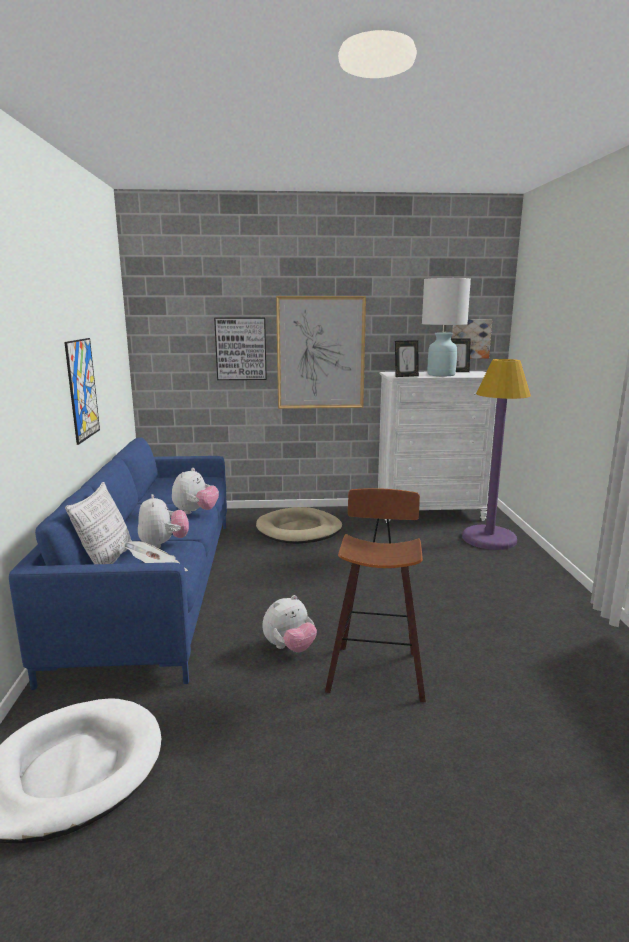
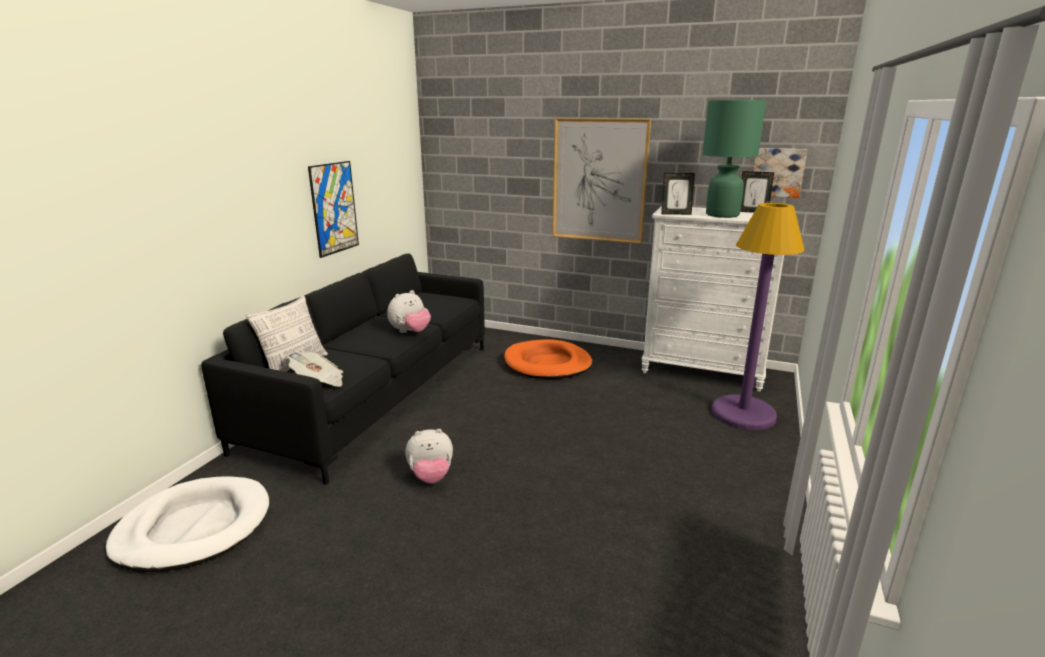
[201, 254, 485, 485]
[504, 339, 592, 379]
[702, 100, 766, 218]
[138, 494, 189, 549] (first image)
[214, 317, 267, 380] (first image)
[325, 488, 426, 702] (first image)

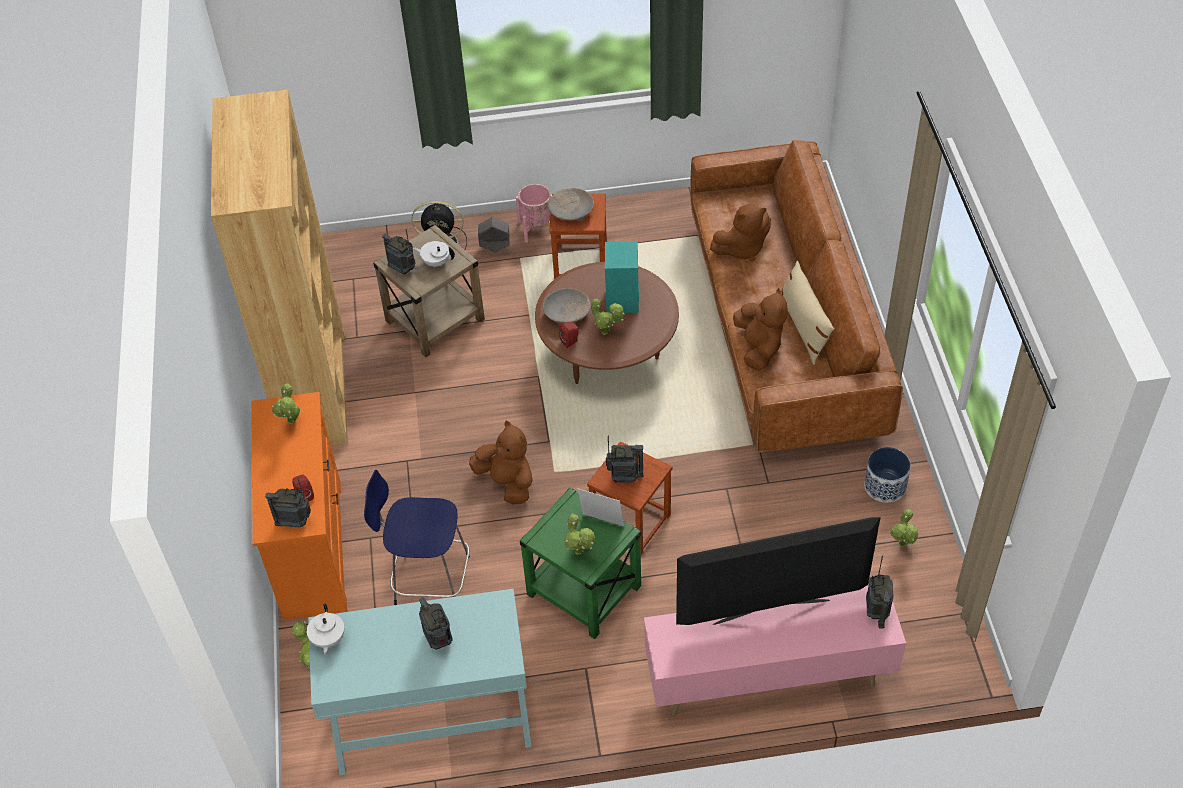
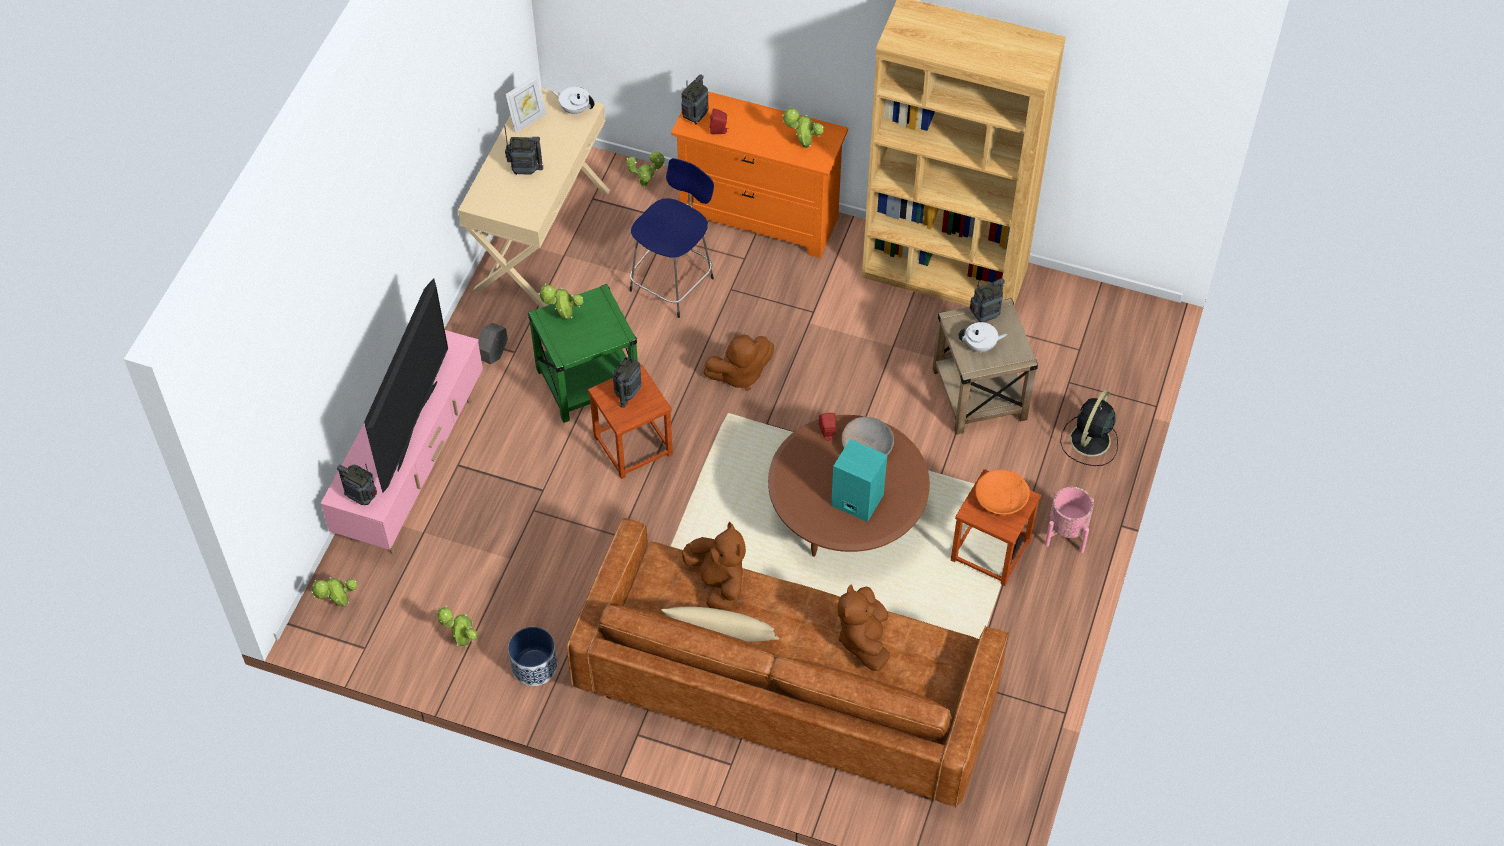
[311, 577, 358, 606]
[458, 88, 610, 308]
[478, 323, 508, 364]
[505, 74, 547, 133]
[682, 522, 746, 611]
[959, 322, 1008, 353]
[975, 469, 1030, 517]

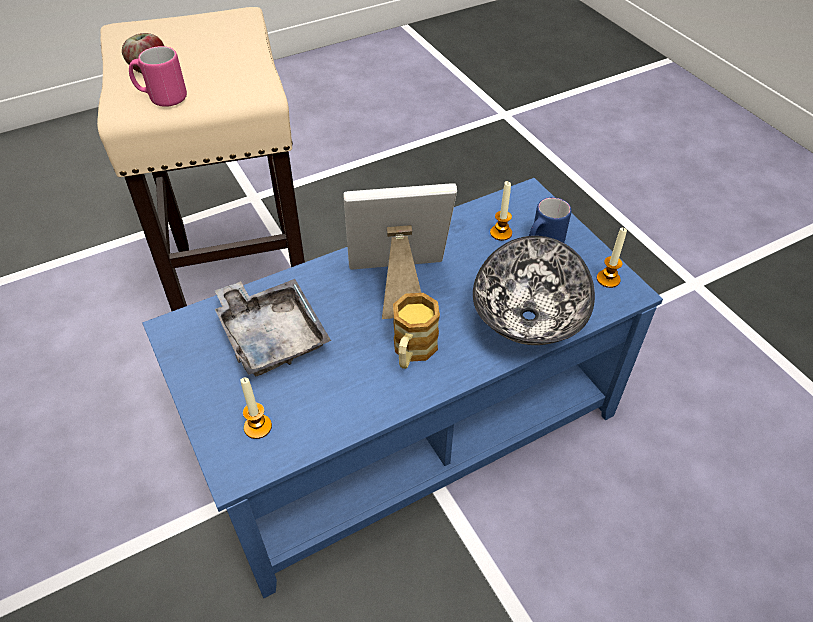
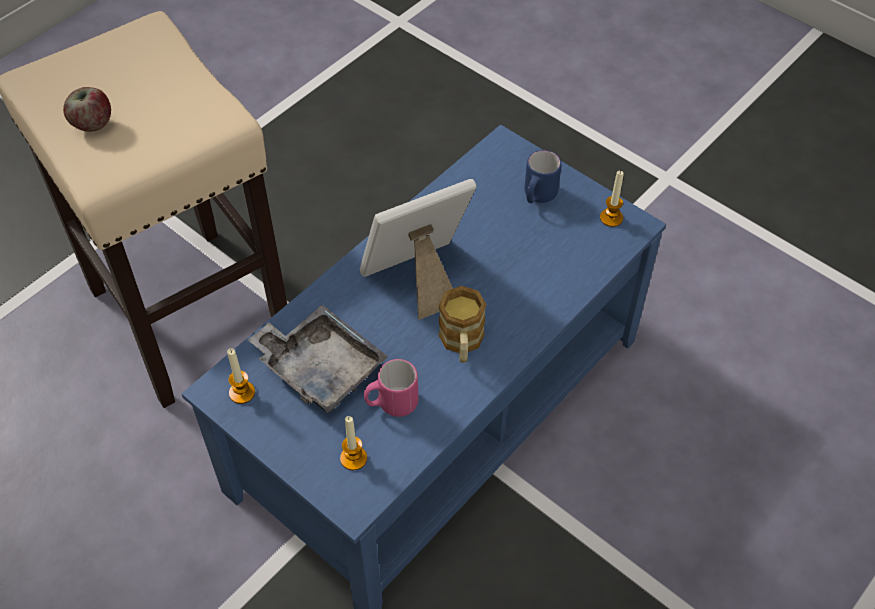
[227, 348, 255, 404]
[364, 359, 419, 417]
[473, 236, 595, 345] (first image)

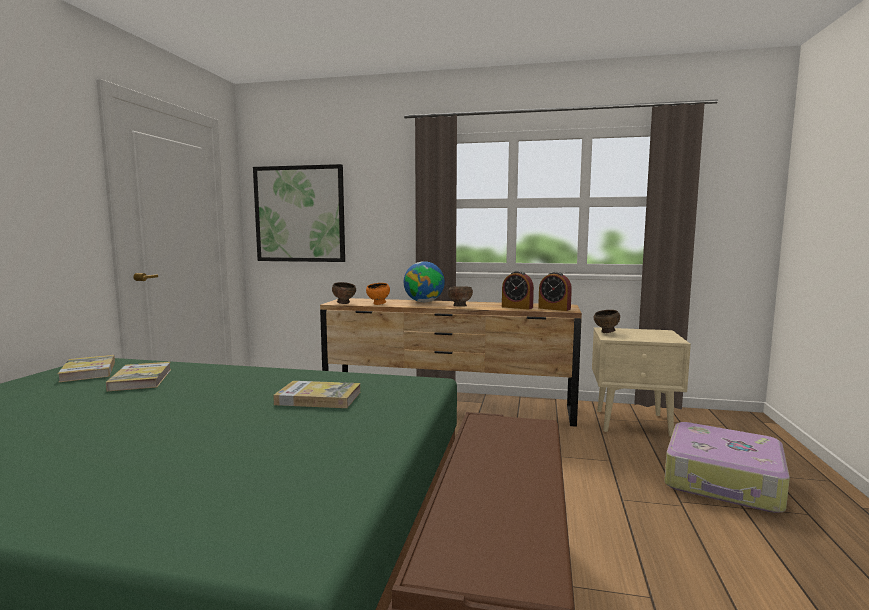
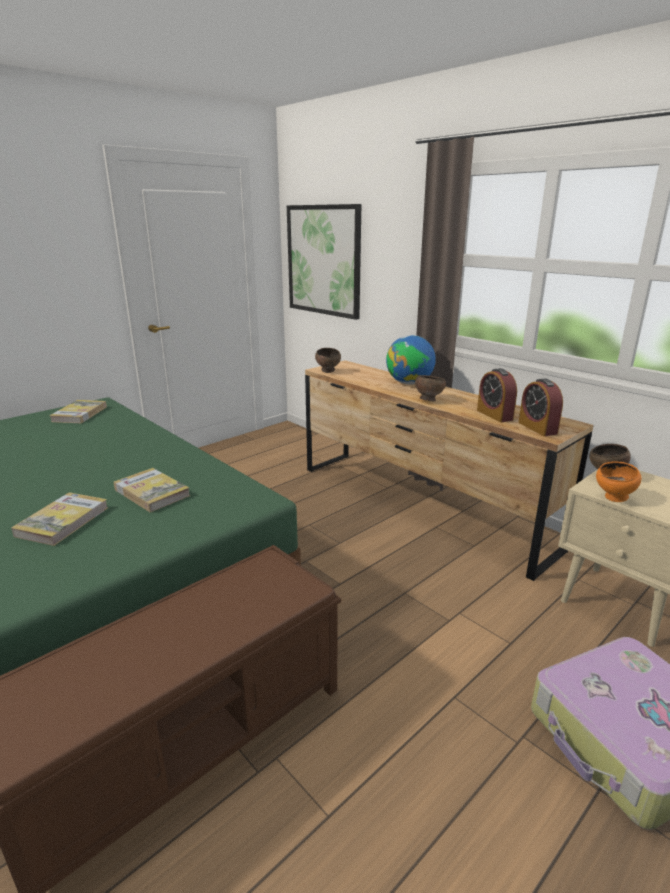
[11, 492, 108, 546]
[596, 461, 641, 502]

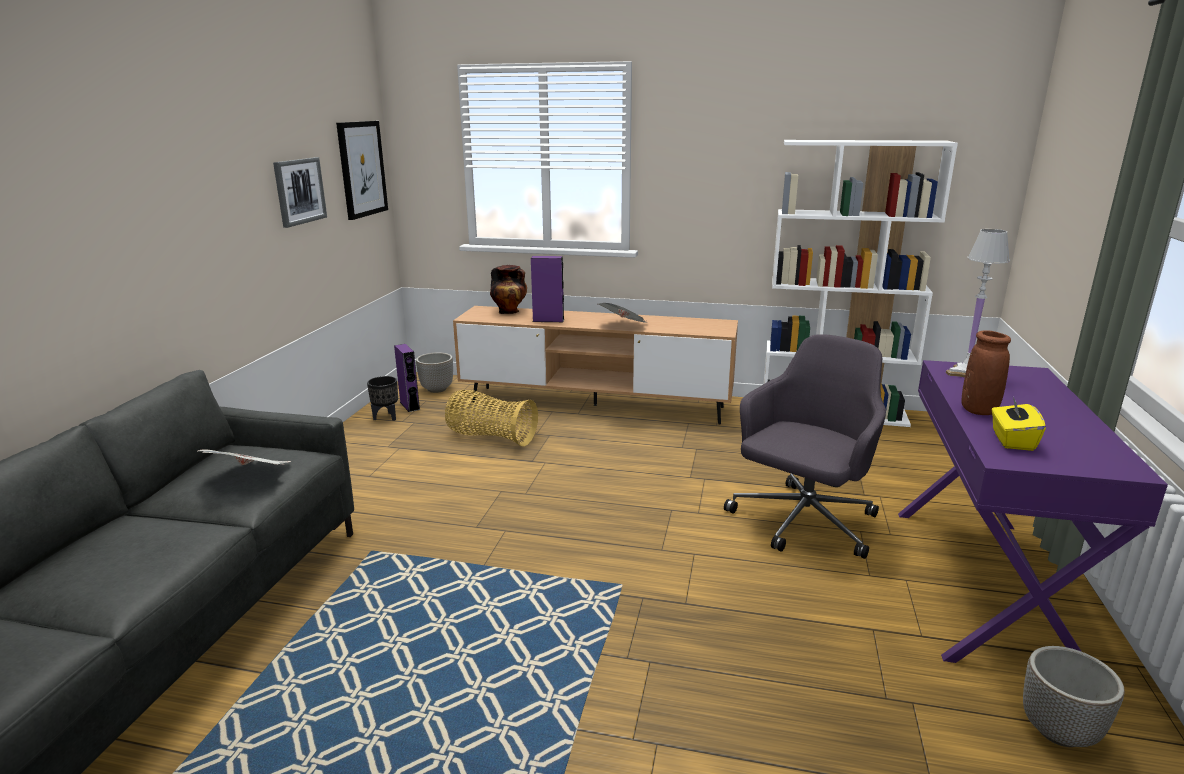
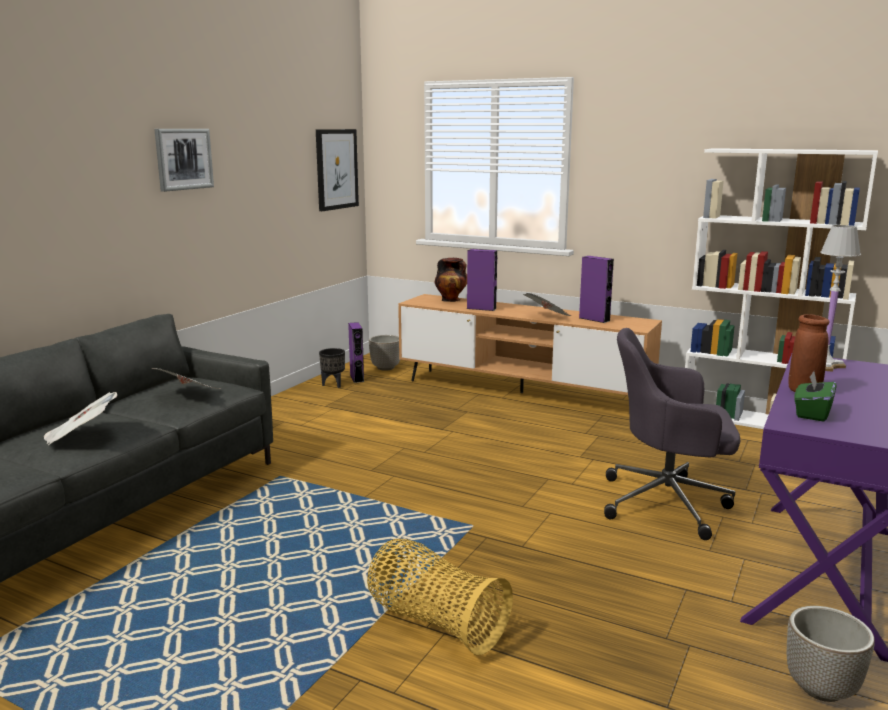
[43, 392, 117, 445]
[155, 129, 214, 192]
[367, 539, 513, 655]
[579, 256, 614, 323]
[604, 328, 741, 540]
[794, 371, 837, 422]

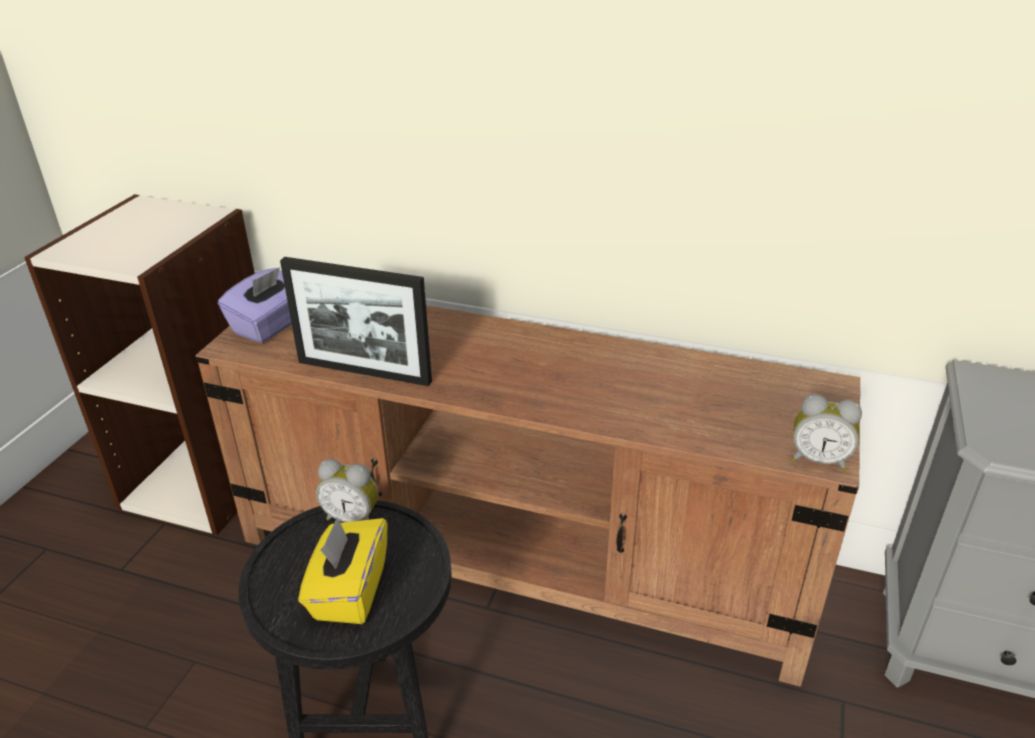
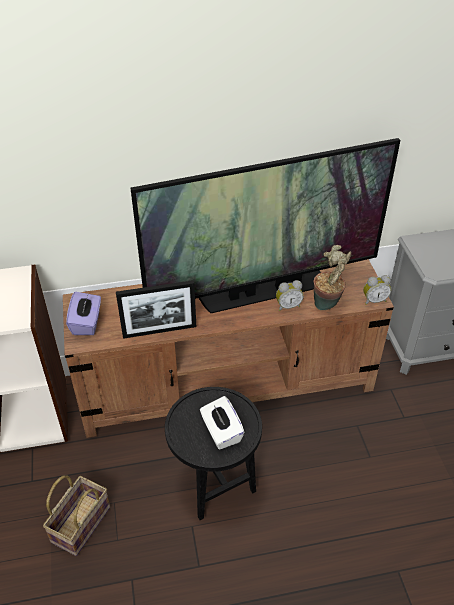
[43, 475, 110, 556]
[130, 138, 400, 313]
[200, 396, 244, 449]
[276, 280, 304, 311]
[314, 245, 351, 310]

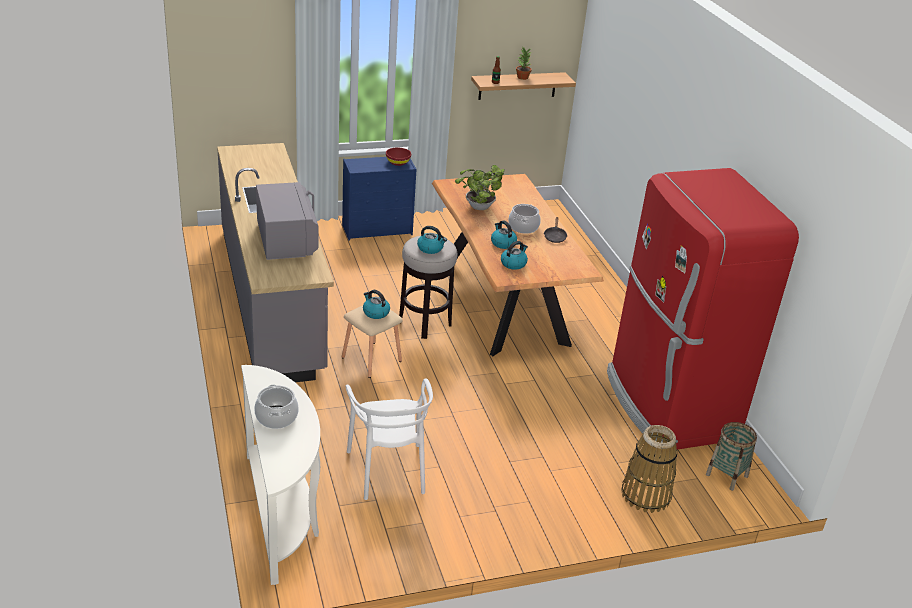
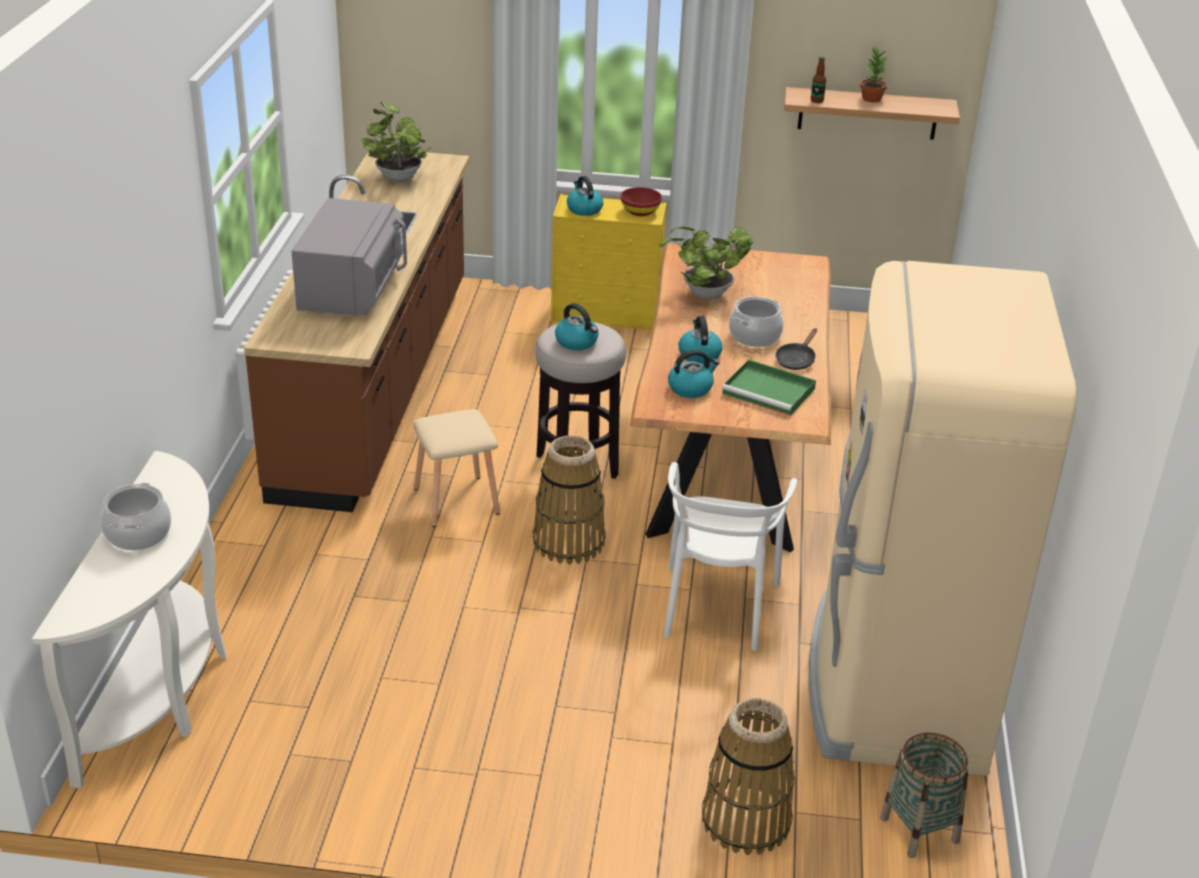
[244, 151, 469, 512]
[362, 102, 431, 182]
[533, 435, 606, 564]
[551, 194, 666, 330]
[567, 176, 603, 216]
[664, 462, 797, 651]
[722, 360, 816, 416]
[808, 261, 1077, 776]

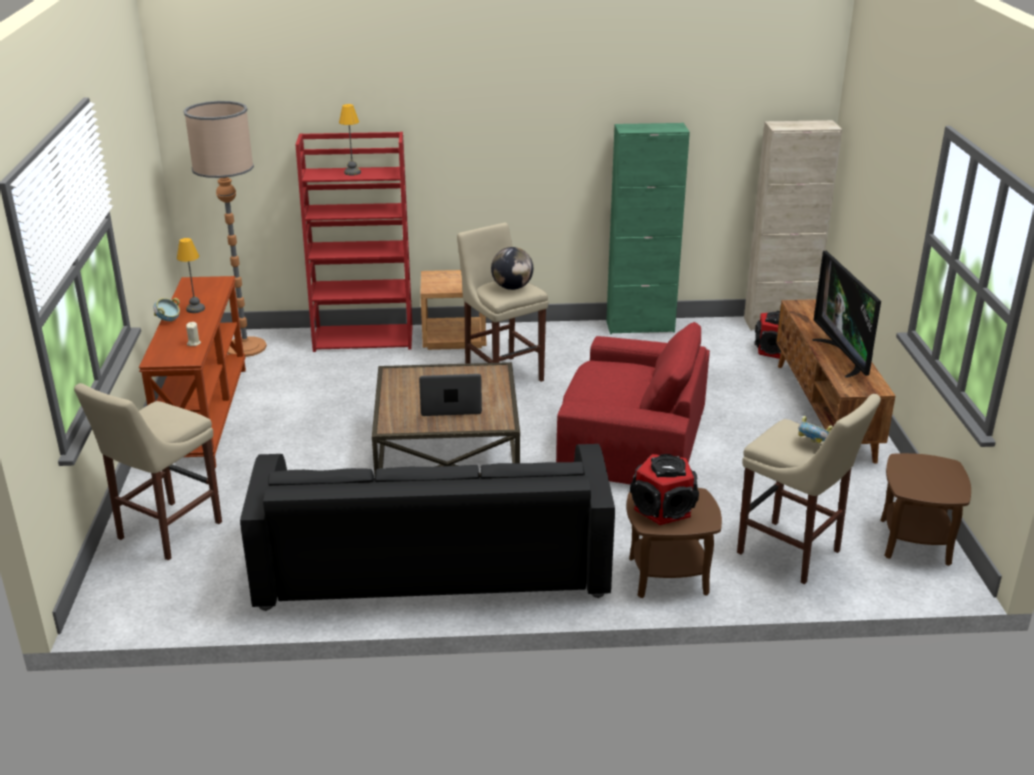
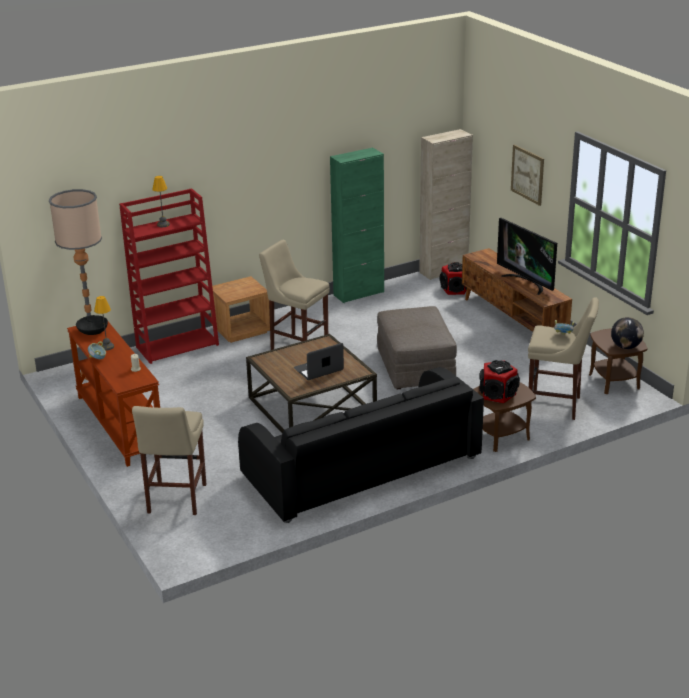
[76, 315, 108, 335]
[377, 306, 457, 389]
[511, 144, 544, 206]
[611, 317, 644, 349]

